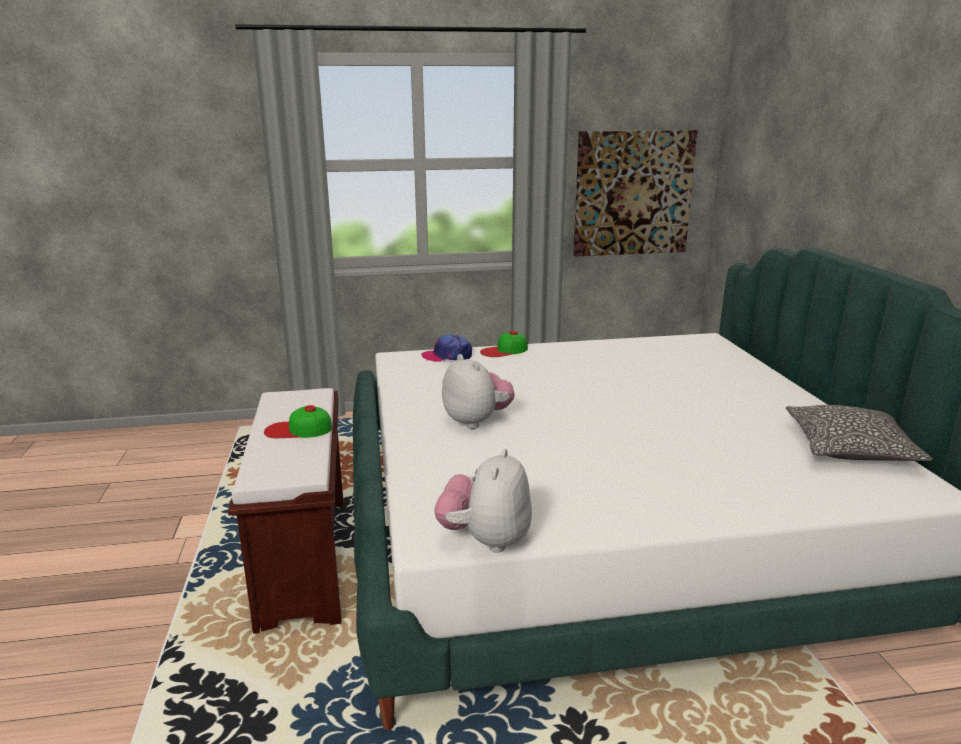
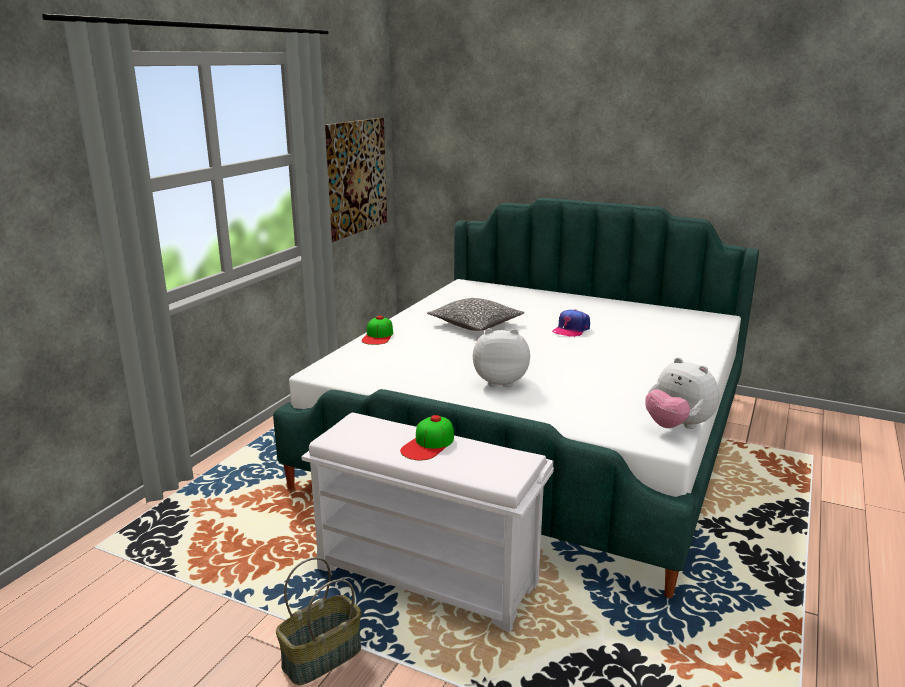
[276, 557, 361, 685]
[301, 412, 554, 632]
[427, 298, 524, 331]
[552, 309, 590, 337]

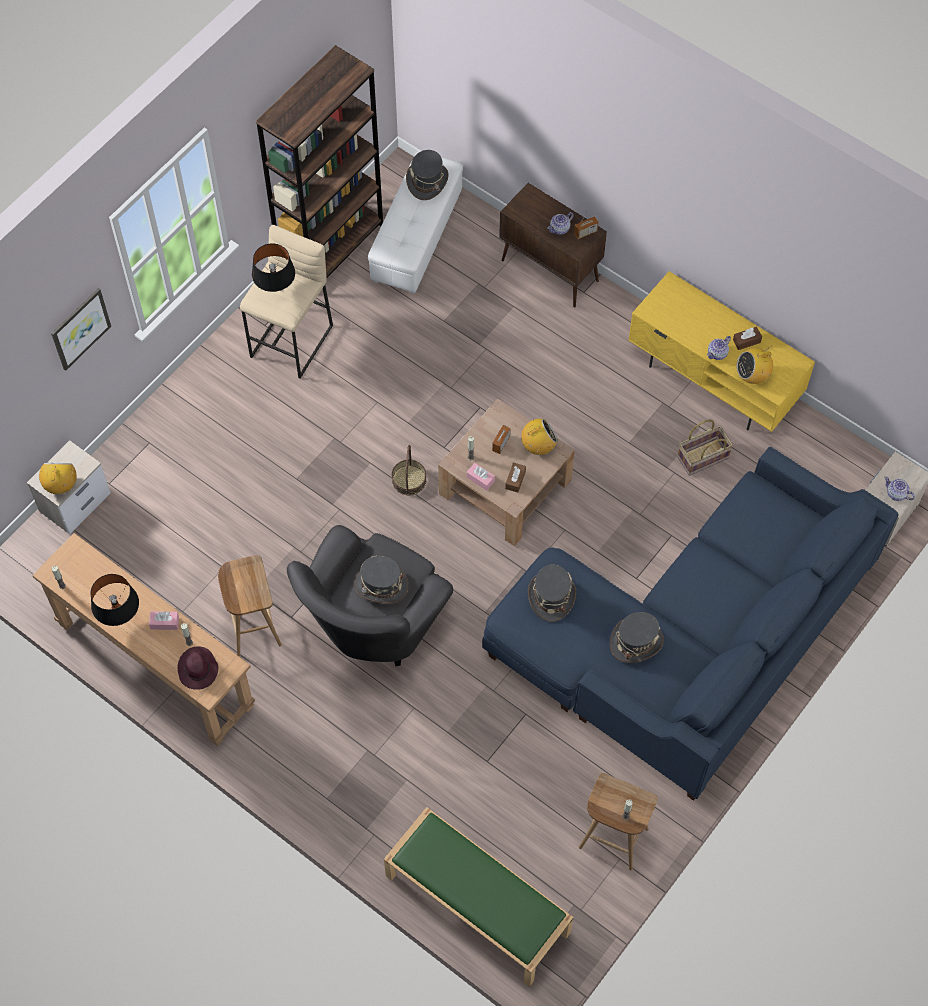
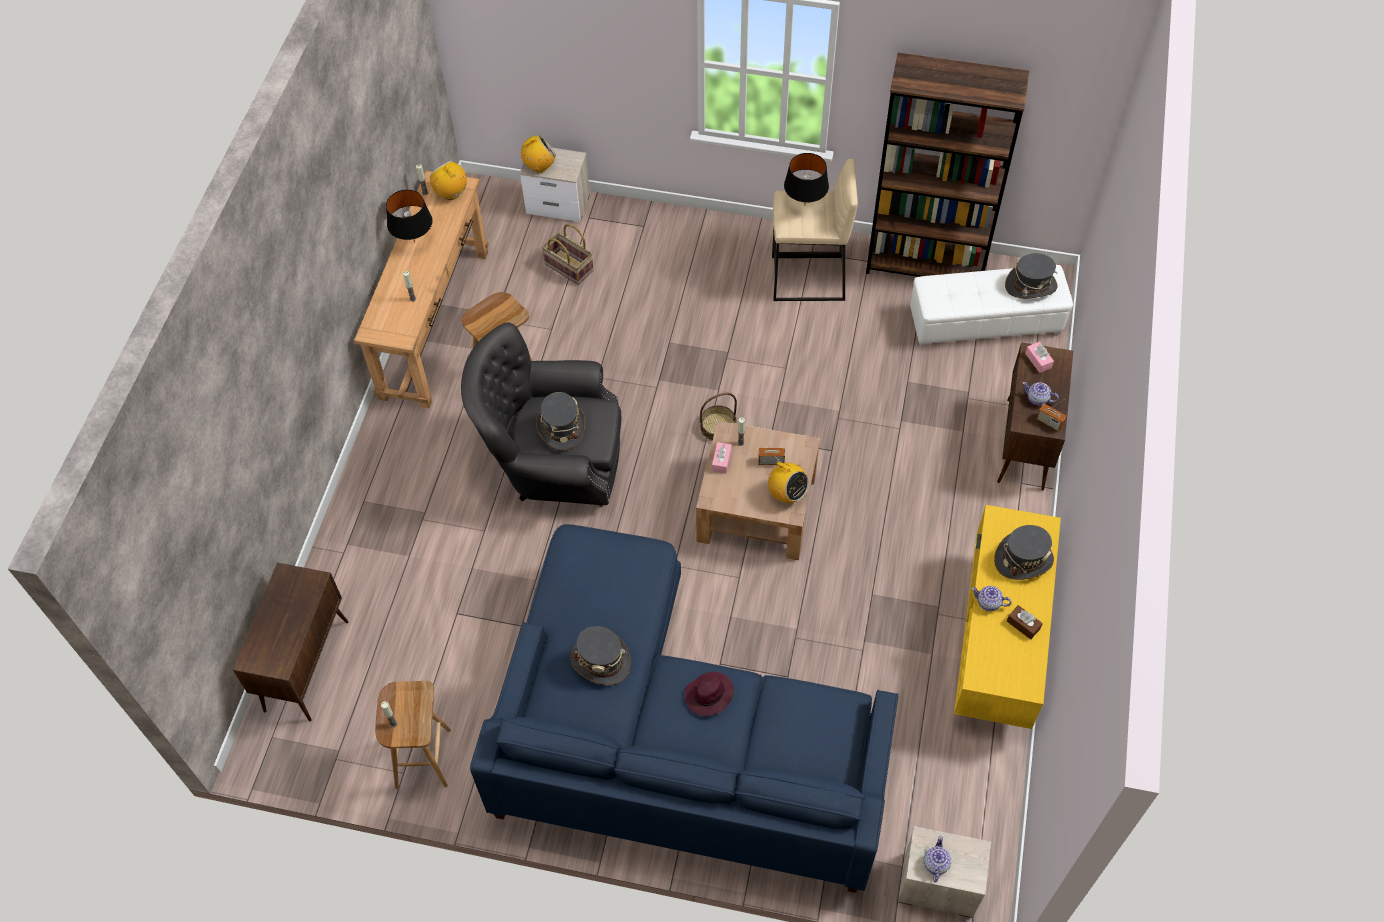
[233, 563, 348, 722]
[430, 161, 467, 200]
[542, 224, 594, 285]
[685, 672, 734, 716]
[994, 525, 1054, 580]
[1025, 342, 1054, 373]
[51, 288, 111, 371] (first image)
[505, 463, 526, 492] (first image)

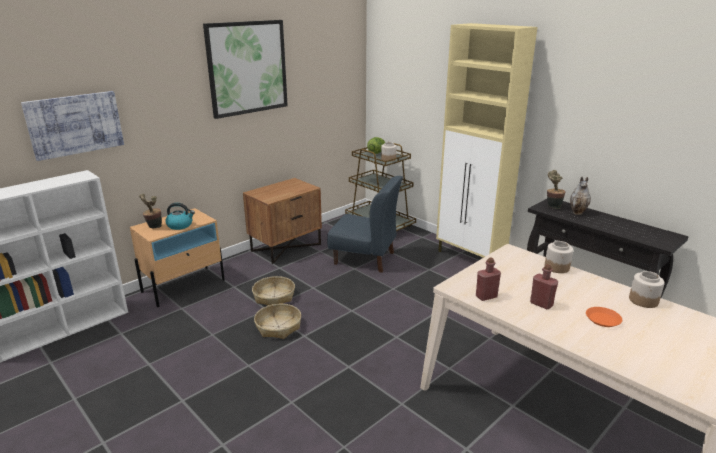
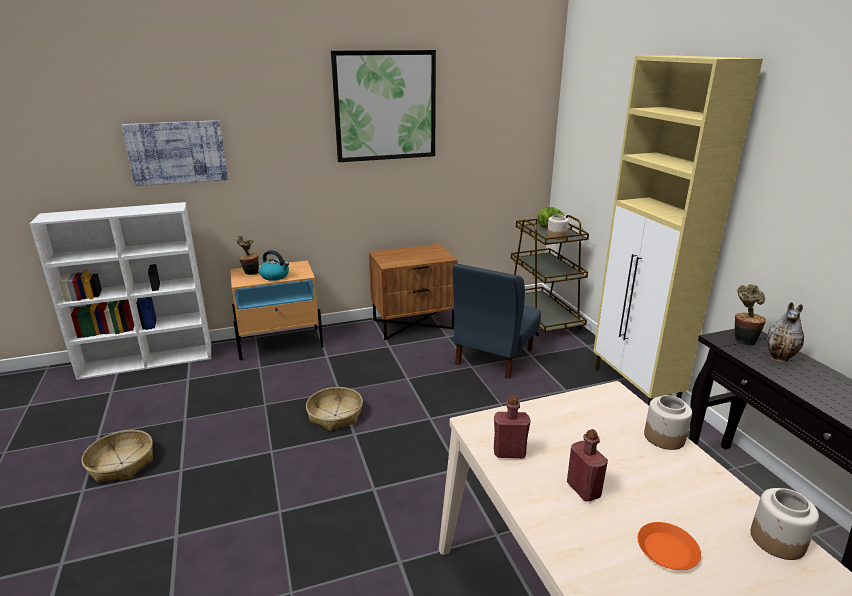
[81, 430, 153, 483]
[453, 264, 541, 379]

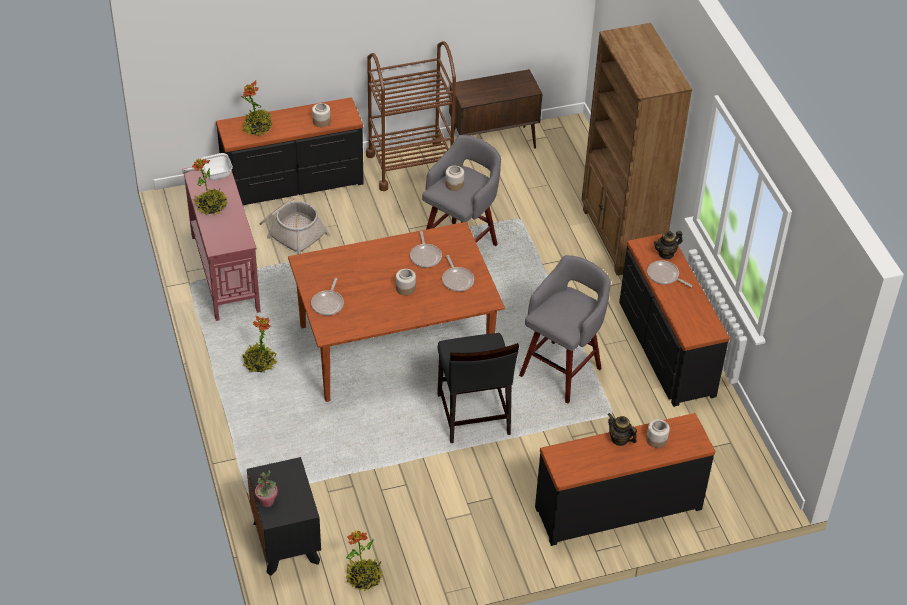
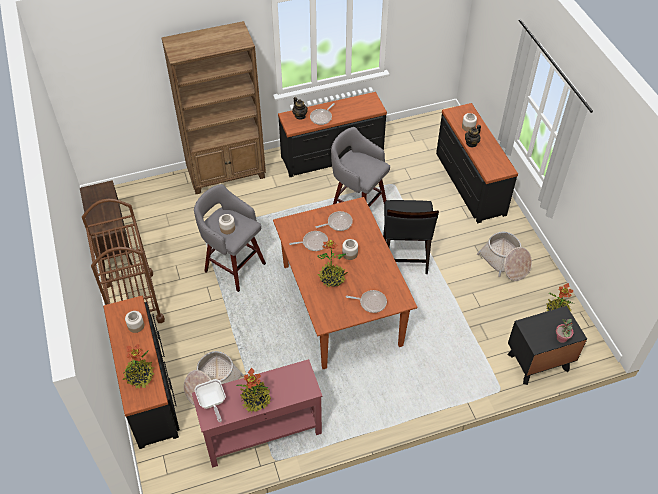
[317, 240, 348, 287]
[383, 200, 439, 274]
[477, 232, 532, 281]

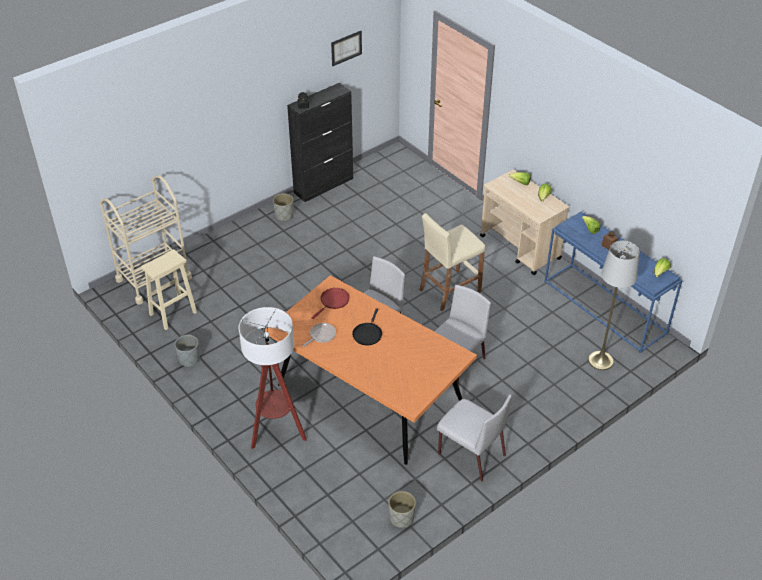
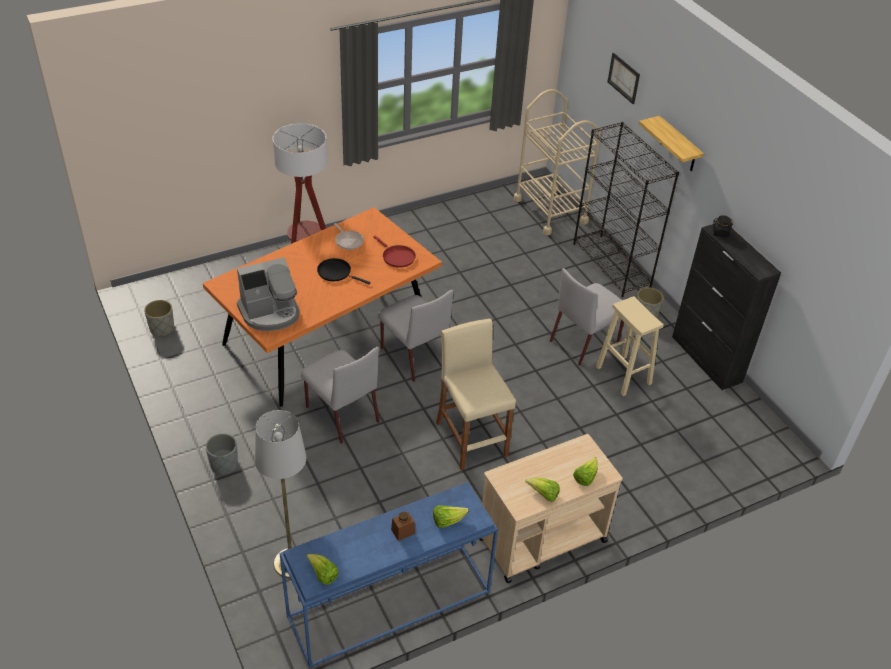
[205, 433, 238, 475]
[237, 257, 300, 331]
[550, 268, 624, 366]
[573, 122, 679, 297]
[596, 296, 663, 396]
[607, 53, 640, 104]
[639, 116, 704, 171]

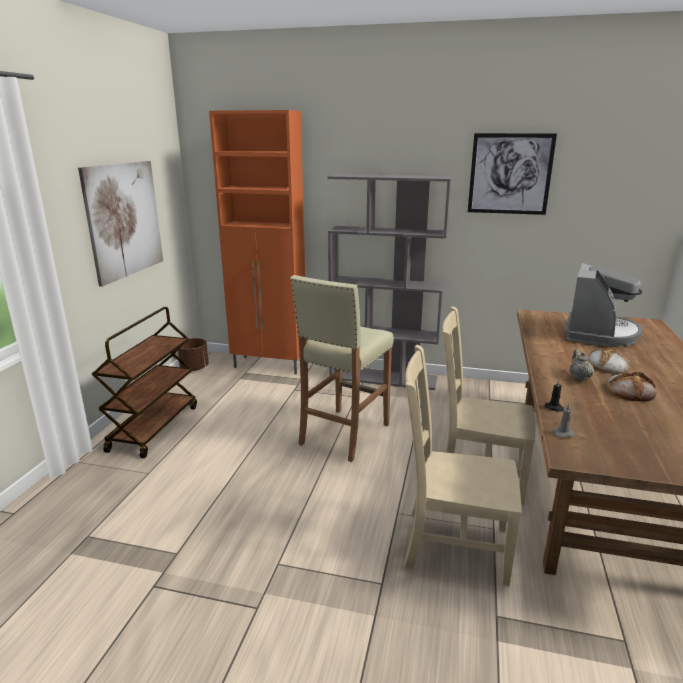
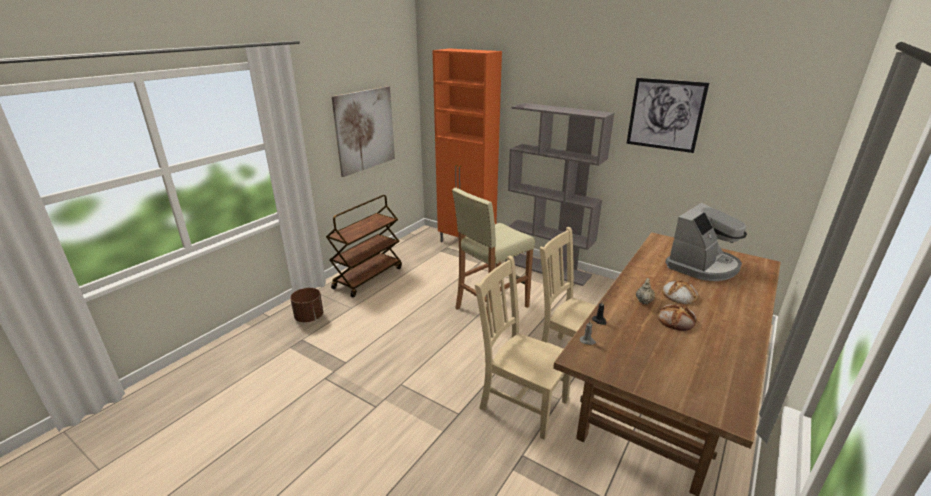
[290, 288, 323, 322]

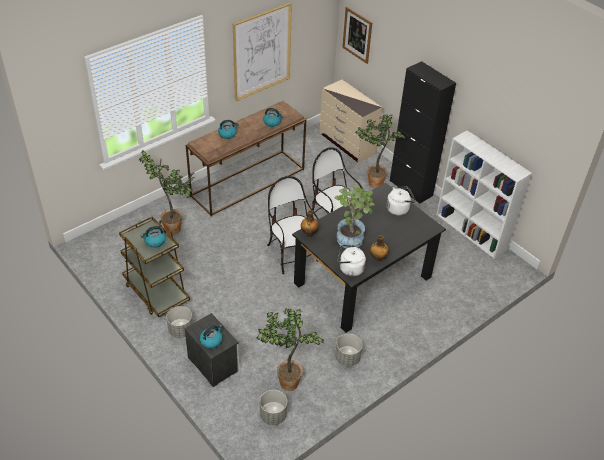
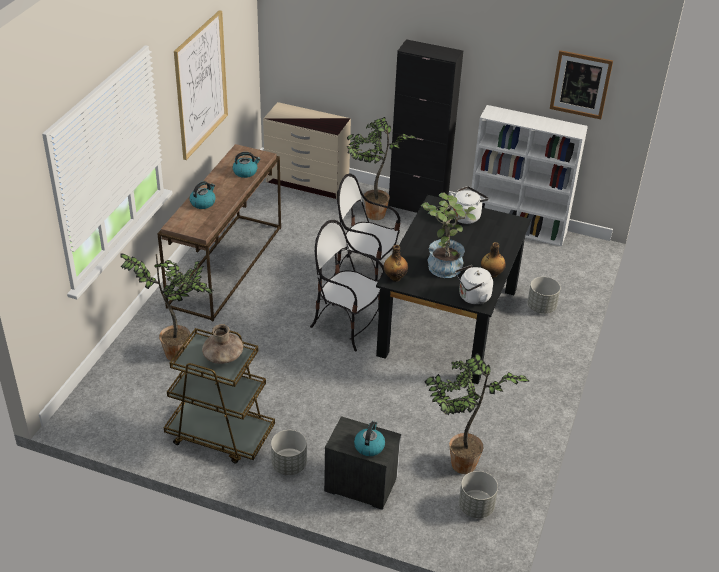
[202, 324, 243, 364]
[527, 277, 561, 314]
[550, 50, 613, 119]

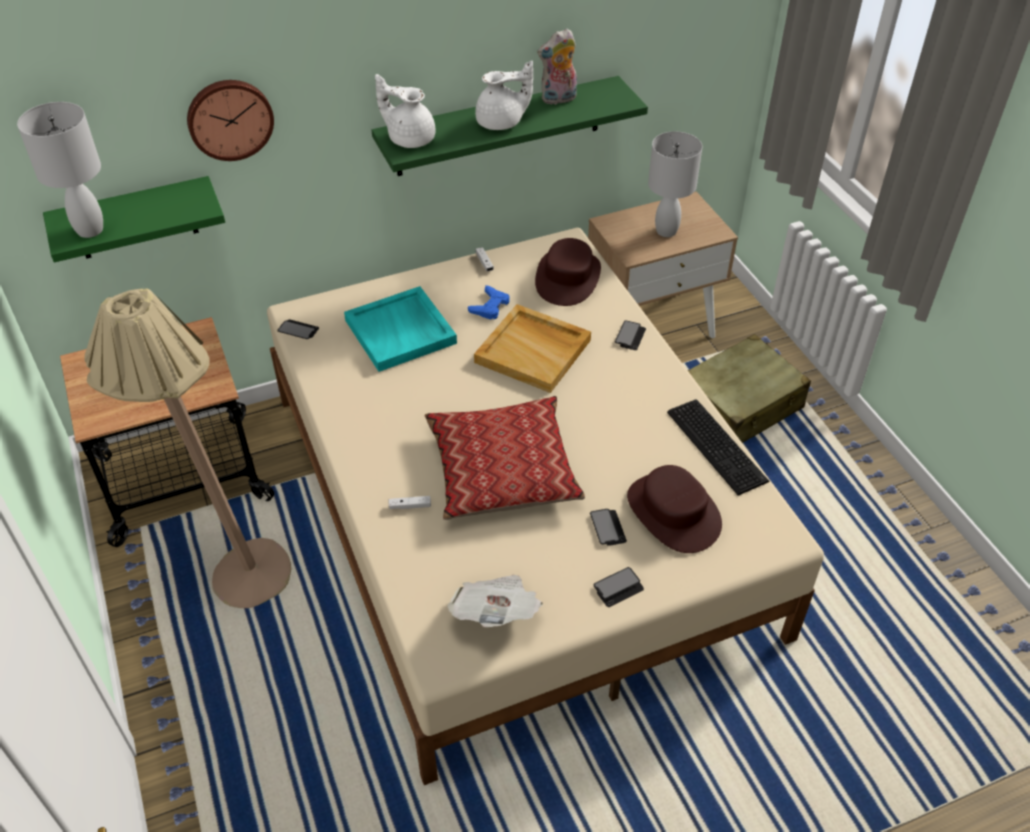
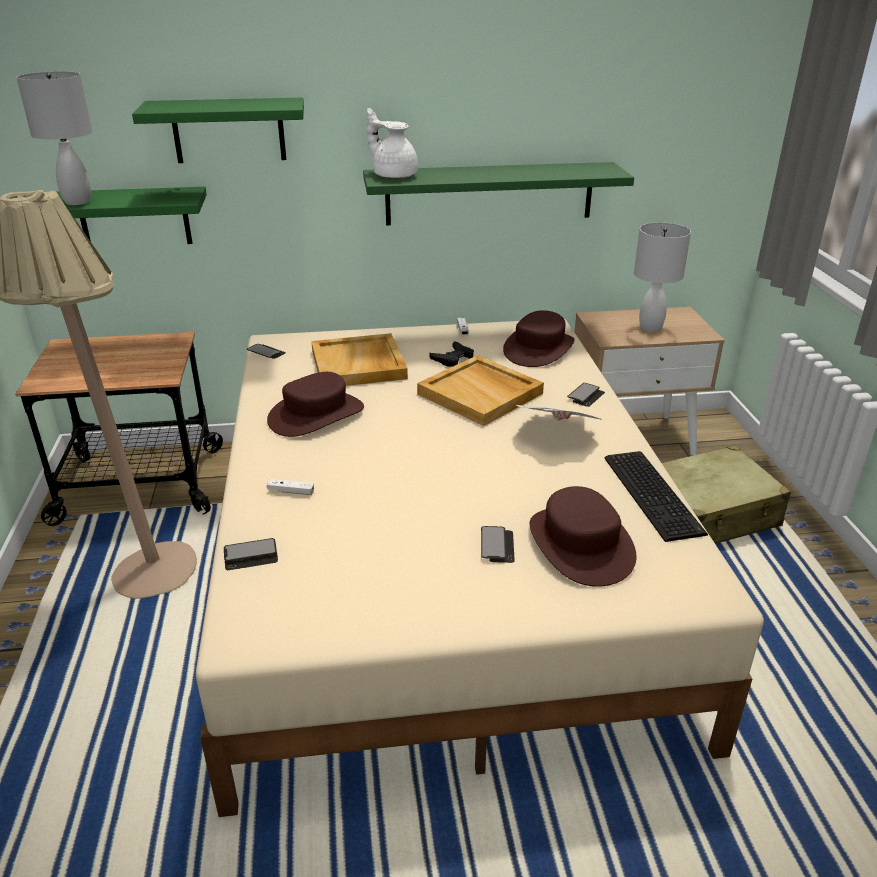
[132, 98, 304, 163]
[224, 538, 278, 570]
[267, 372, 364, 437]
[311, 333, 408, 386]
[430, 341, 474, 367]
[516, 405, 602, 421]
[425, 396, 585, 520] (first image)
[475, 61, 533, 130] (first image)
[537, 29, 577, 105] (first image)

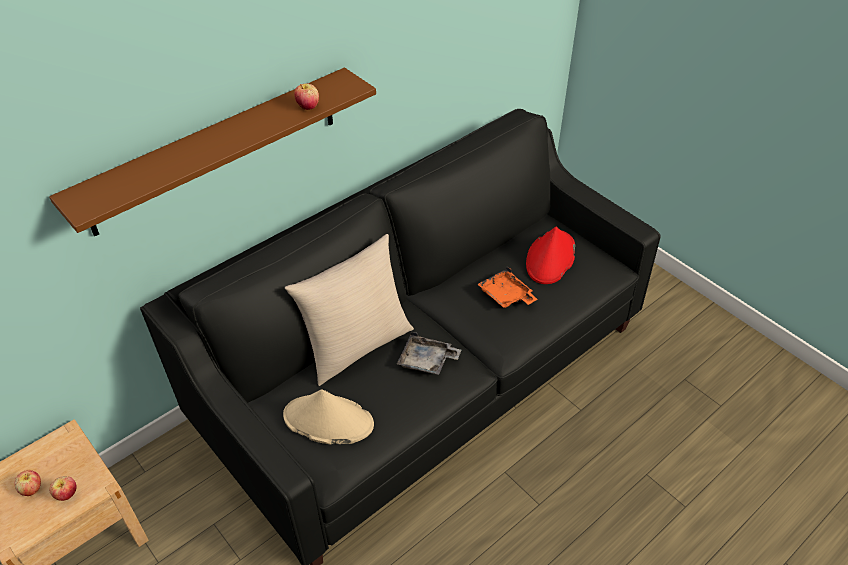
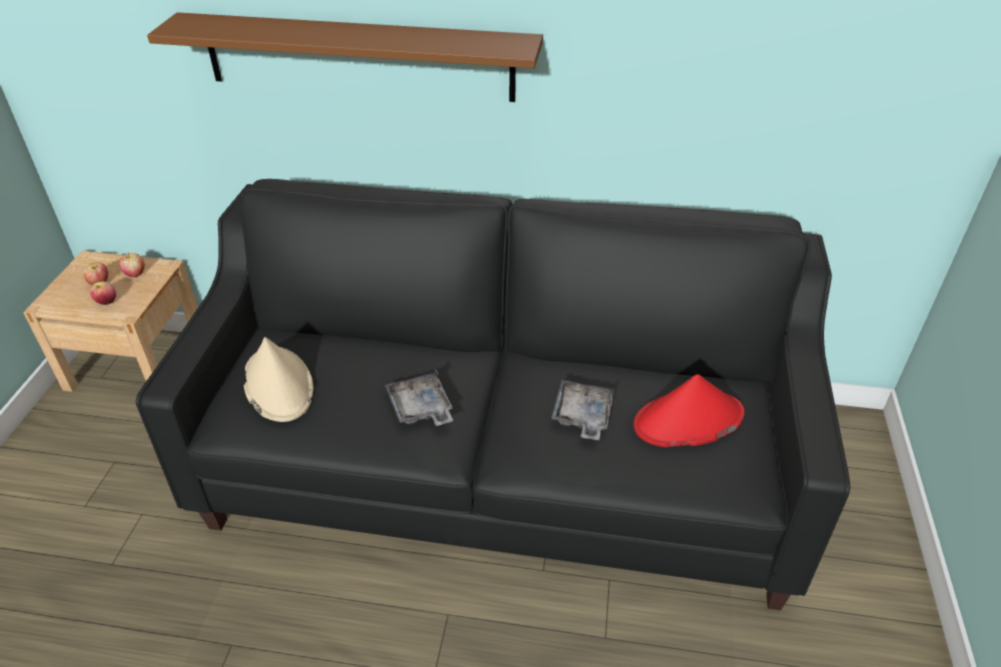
[119, 252, 145, 277]
[551, 380, 615, 440]
[285, 234, 414, 386] (first image)

